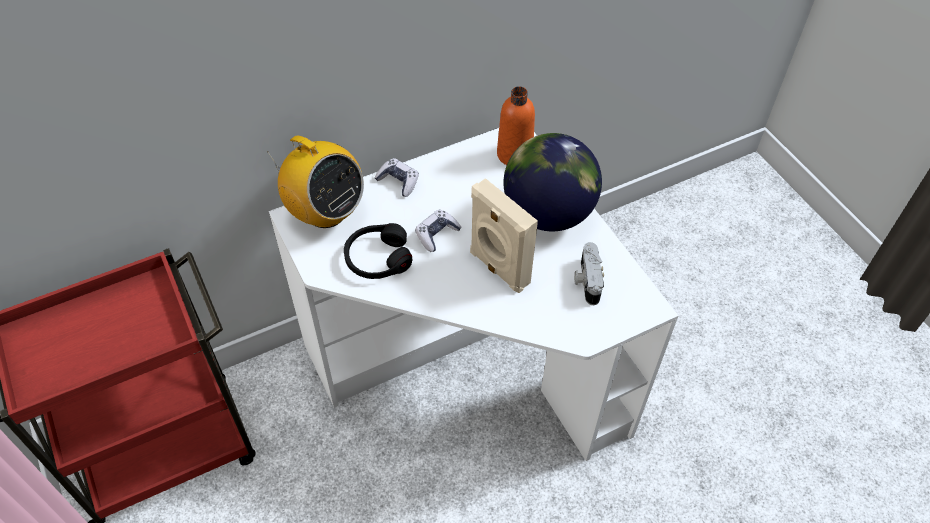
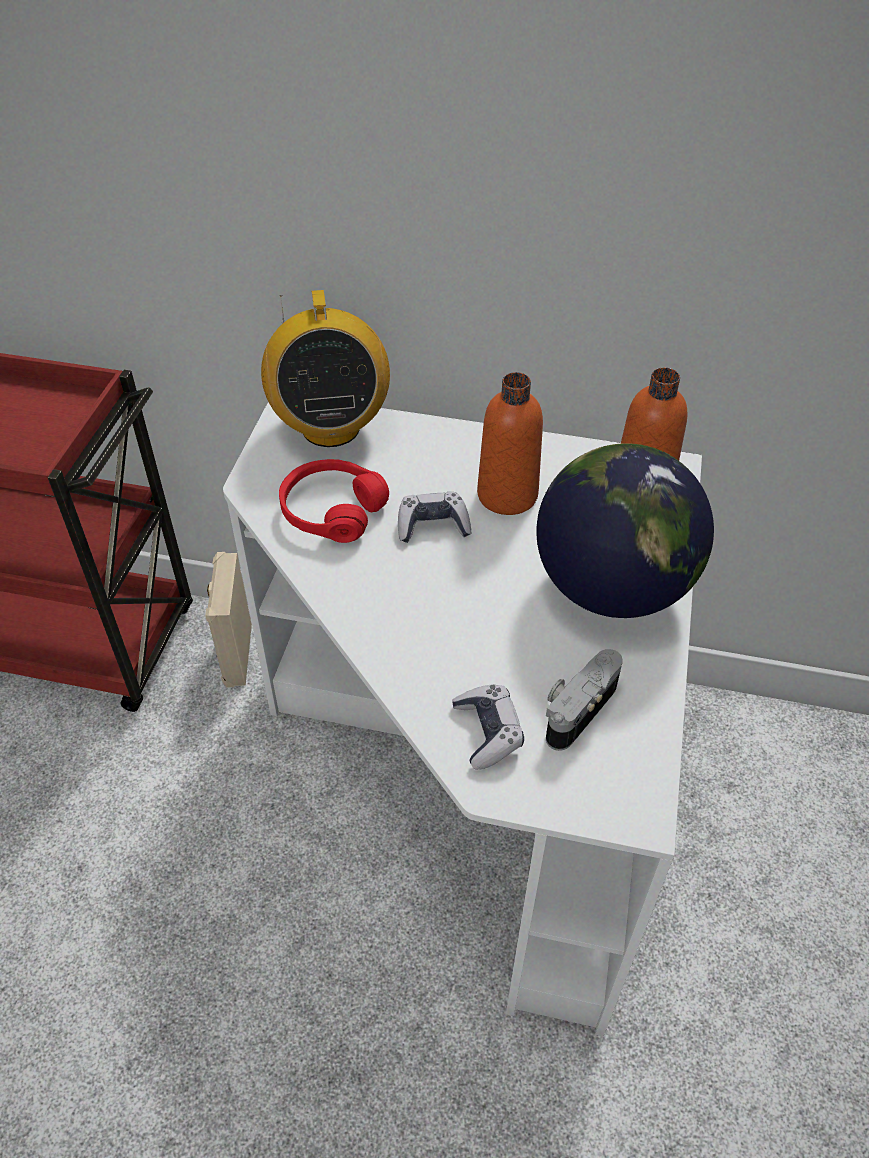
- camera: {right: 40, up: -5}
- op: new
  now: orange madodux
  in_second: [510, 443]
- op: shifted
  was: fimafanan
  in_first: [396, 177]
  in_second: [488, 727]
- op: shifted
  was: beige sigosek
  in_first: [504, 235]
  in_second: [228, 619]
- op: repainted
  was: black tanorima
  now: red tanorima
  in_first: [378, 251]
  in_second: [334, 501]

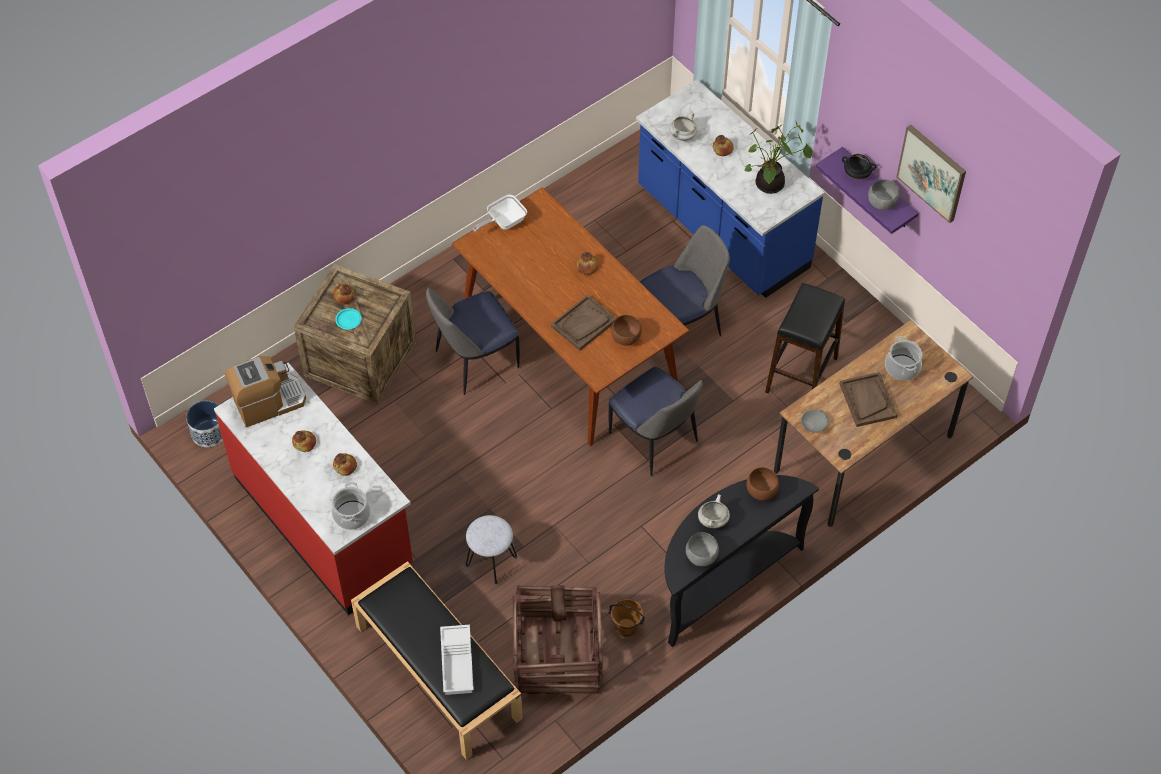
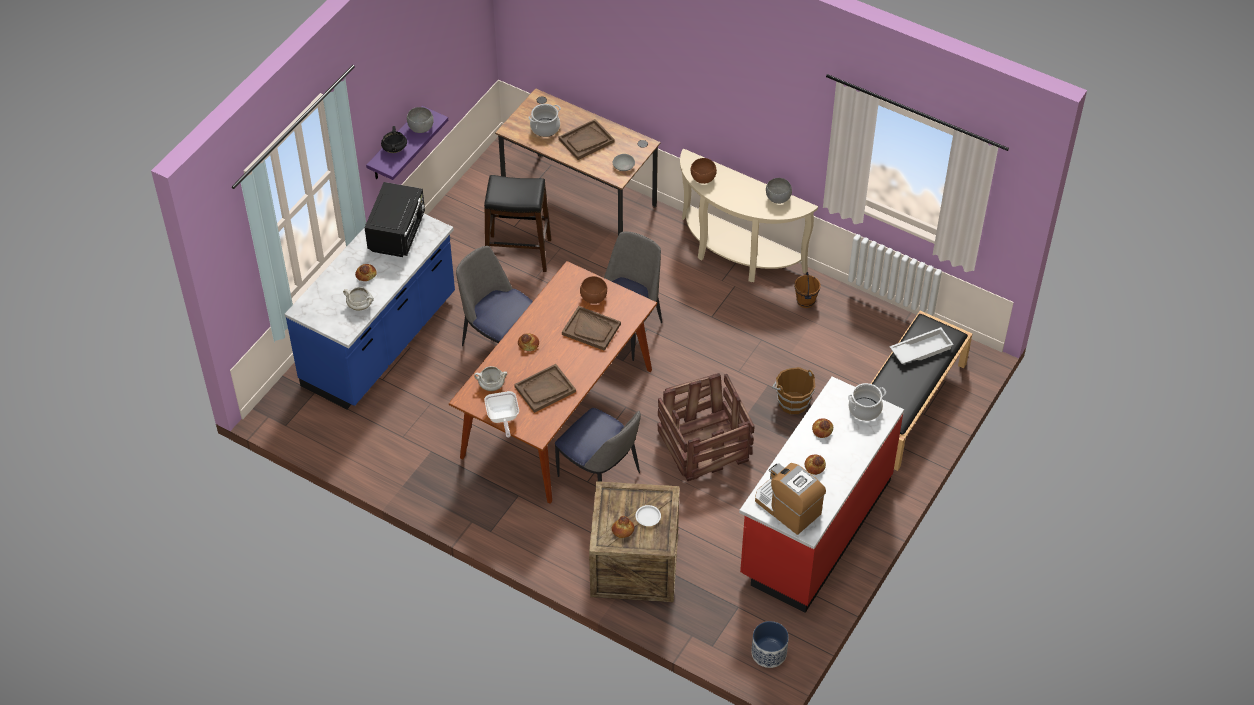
- camera: {right: -110, up: -5}
- op: gone
  was: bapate
  in_first: [931, 174]
- op: new
  now: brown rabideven
  in_second: [545, 388]
- op: shifted
  was: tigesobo
  in_first: [558, 639]
  in_second: [706, 427]
- op: shifted
  was: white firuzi
  in_first: [714, 511]
  in_second: [490, 378]
- op: swapped
  was: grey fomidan
  now: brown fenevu
  in_first: [491, 549]
  in_second: [793, 390]
- op: swapped
  was: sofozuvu
  now: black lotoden
  in_first: [779, 158]
  in_second: [394, 219]
- op: repainted
  was: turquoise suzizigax
  now: white suzizigax
  in_first: [348, 318]
  in_second: [648, 515]
- op: repainted
  was: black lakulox
  now: beige lakulox
  in_first: [741, 561]
  in_second: [749, 215]
- op: rotated
  was: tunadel
  in_first: [500, 213]
  in_second: [501, 414]
  clockwise: 45

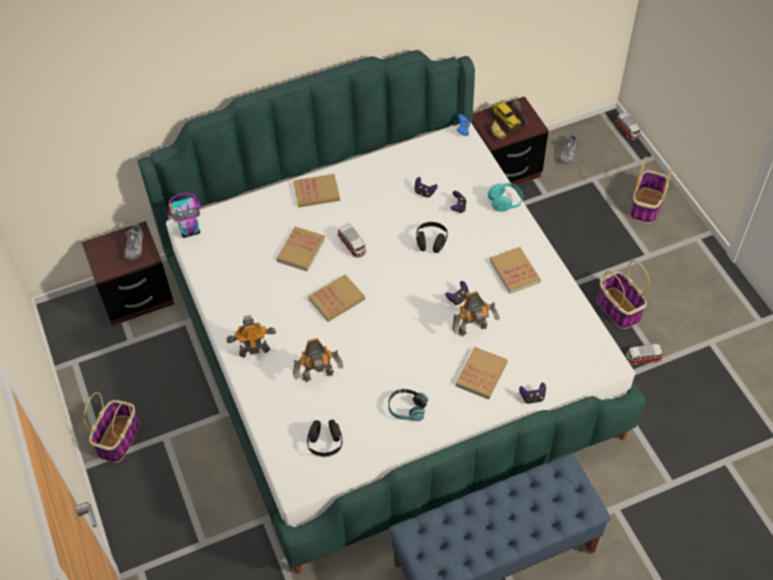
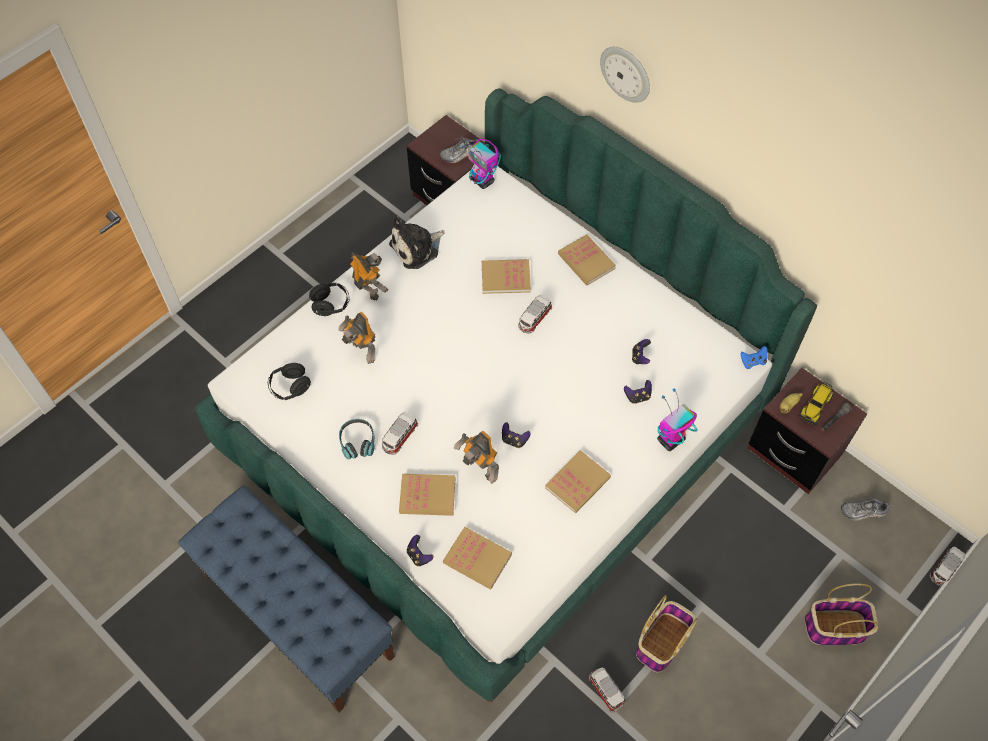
- camera: {right: 65, up: 5}
- op: gone
  was: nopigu
  in_first: [111, 427]
- op: new
  now: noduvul
  in_second: [400, 433]
- op: new
  now: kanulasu
  in_second: [417, 242]
- op: new
  now: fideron
  in_second: [625, 75]
- op: shifted
  was: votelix
  in_first: [336, 298]
  in_second: [477, 558]
- op: shifted
  was: black tanorima
  in_first: [432, 237]
  in_second: [329, 299]
- op: swapped
  was: turquoise tanorima
  now: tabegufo
  in_first: [505, 197]
  in_second: [677, 420]

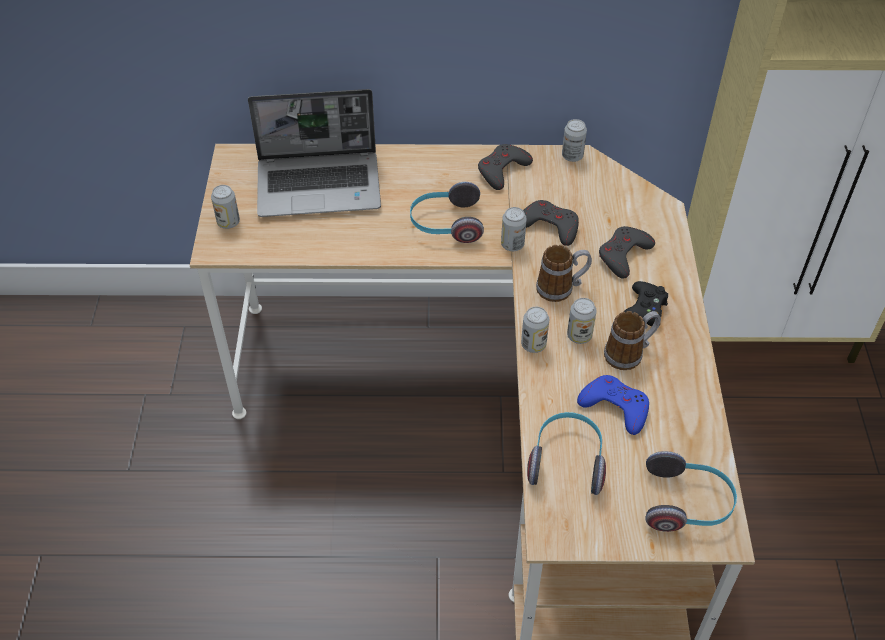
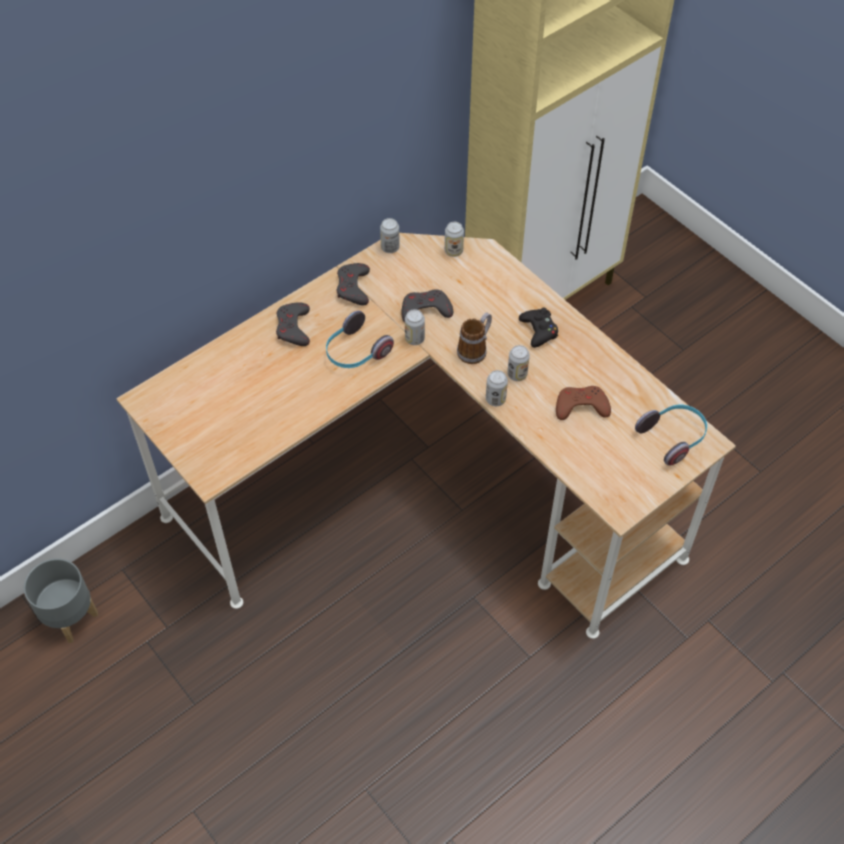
- camera: {right: -40, up: 5}
- op: gone
  was: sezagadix
  in_first: [314, 153]
- op: gone
  was: tanorima
  in_first: [566, 453]
- op: gone
  was: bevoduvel
  in_first: [632, 340]
- op: new
  now: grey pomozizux
  in_second: [61, 600]
- op: shifted
  was: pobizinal
  in_first: [225, 207]
  in_second: [454, 239]
- op: shifted
  was: grey fimafanan
  in_first: [627, 252]
  in_second: [293, 324]
- op: repainted
  was: blue fimafanan
  now: brown fimafanan
  in_first: [613, 405]
  in_second: [583, 403]

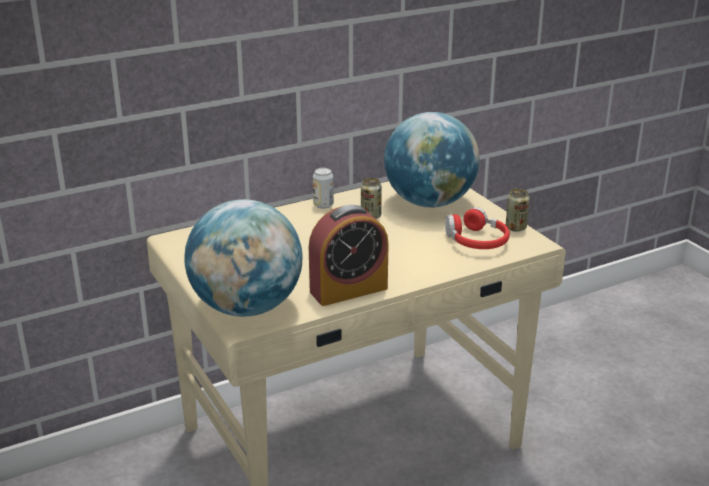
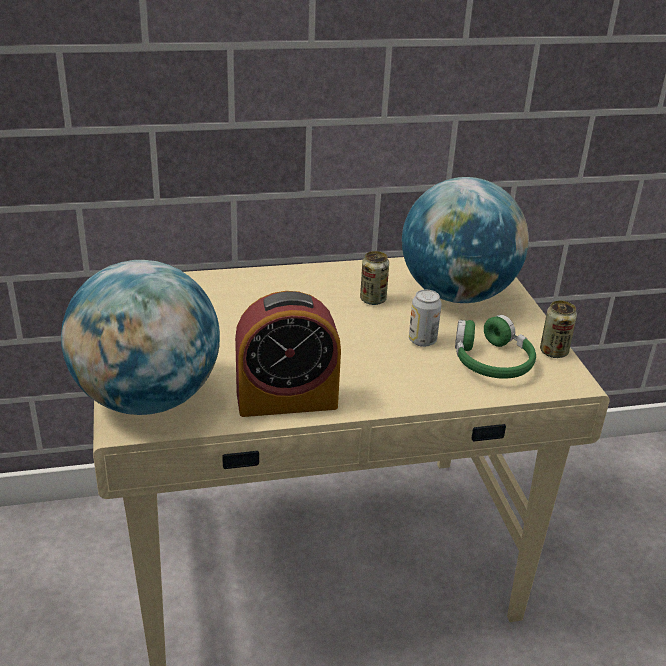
- camera: {right: 15, up: 5}
- op: shifted
  was: pobizinal
  in_first: [323, 188]
  in_second: [425, 318]
- op: repainted
  was: red tanorima
  now: green tanorima
  in_first: [477, 228]
  in_second: [495, 347]

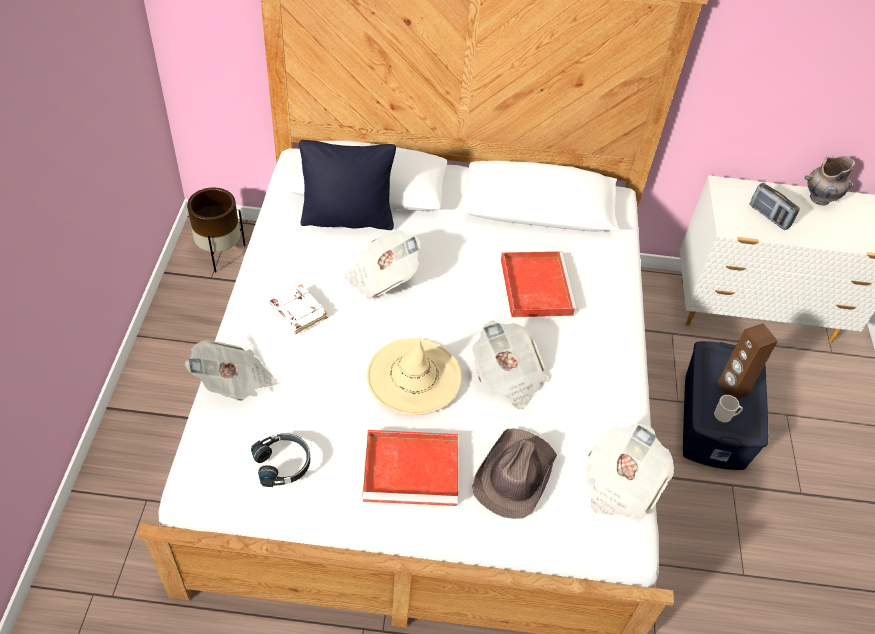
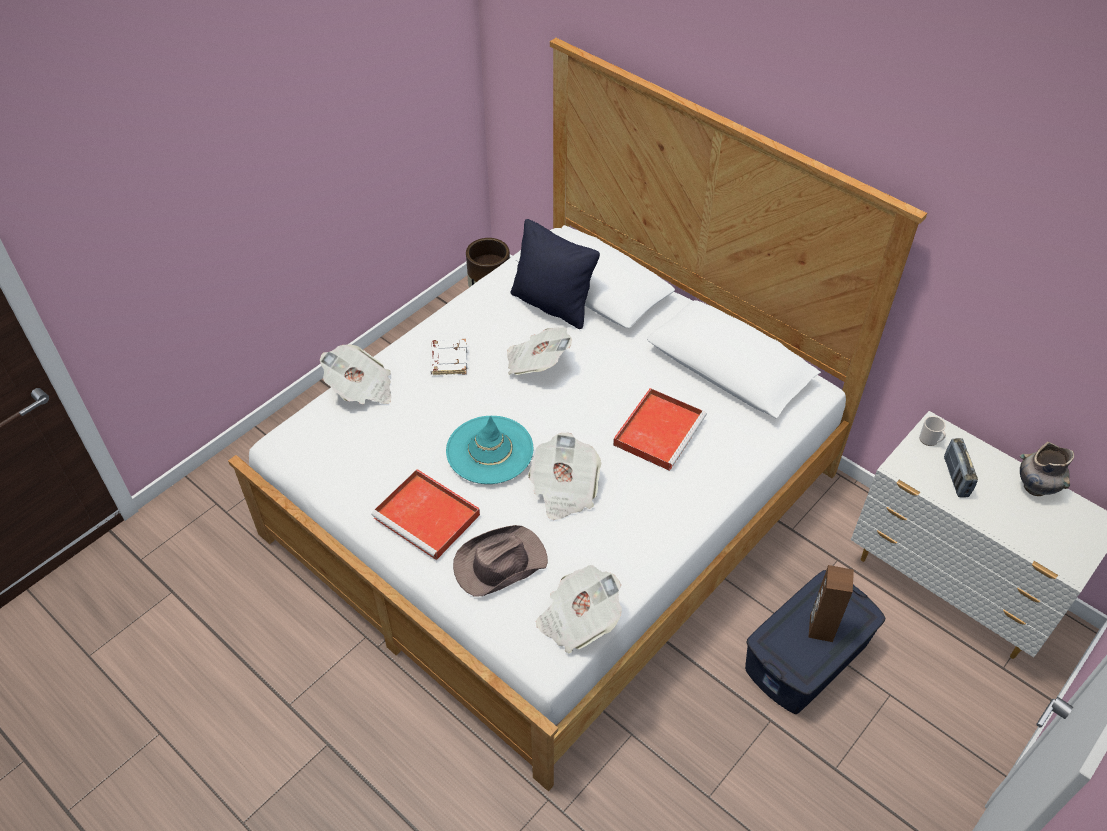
- camera: {right: 40, up: 0}
- op: gone
  was: black tanorima
  in_first: [280, 460]
- op: shifted
  was: bevoduvel
  in_first: [728, 409]
  in_second: [932, 431]
- op: repainted
  was: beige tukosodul
  now: turquoise tukosodul
  in_first: [414, 376]
  in_second: [490, 450]

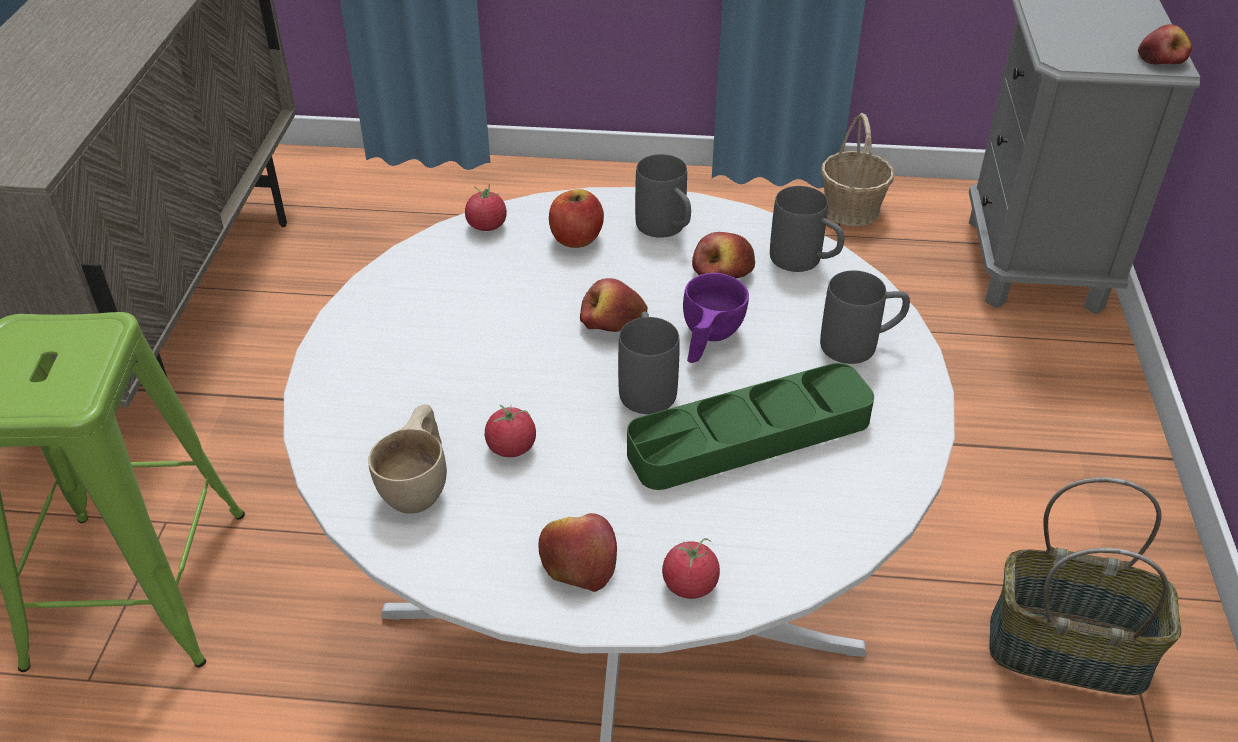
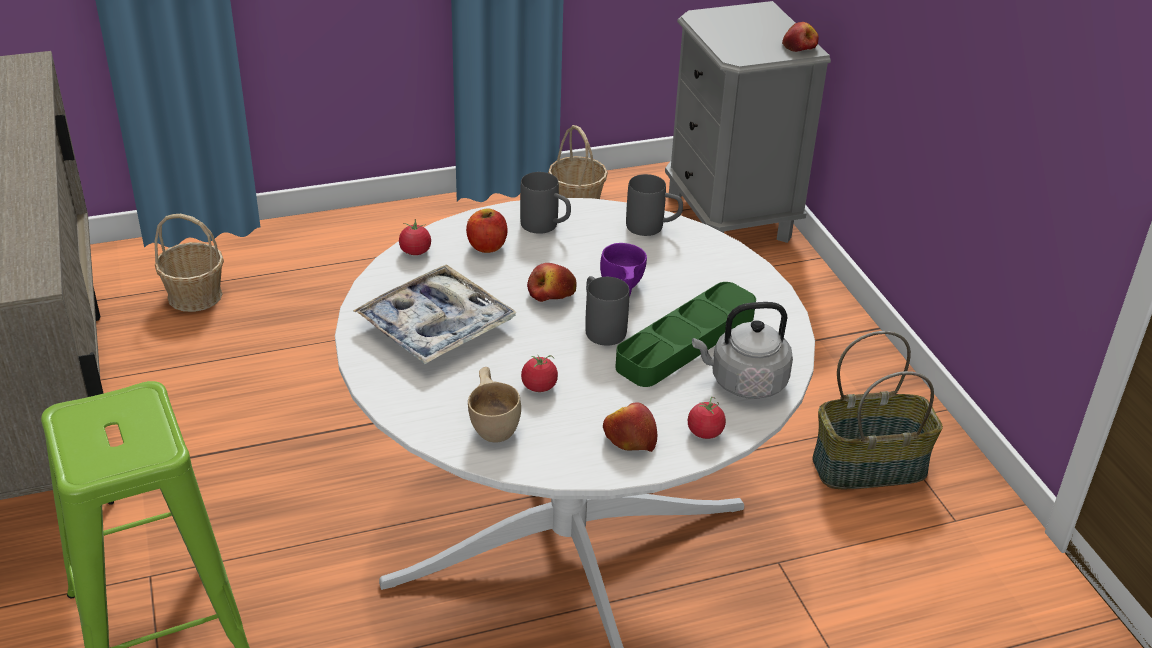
- camera: {right: -25, up: -5}
- op: gone
  was: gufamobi
  in_first: [723, 255]
- op: gone
  was: grey bevoduvel
  in_first: [865, 317]
- op: new
  now: nopigu
  in_second: [189, 263]
- op: new
  now: rabideven
  in_second: [435, 314]
- op: new
  now: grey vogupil
  in_second: [742, 350]

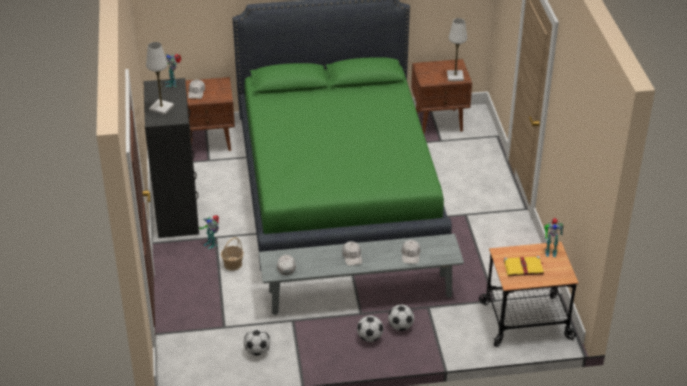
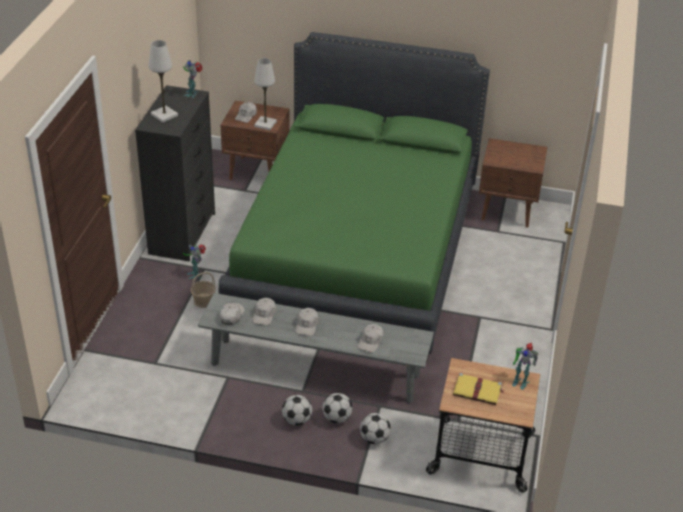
- camera: {right: 20, up: 0}
- op: new
  now: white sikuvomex
  in_second: [264, 311]
- op: shifted
  was: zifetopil
  in_first: [257, 342]
  in_second: [375, 428]
- op: shifted
  was: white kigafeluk
  in_first: [457, 49]
  in_second: [265, 94]

